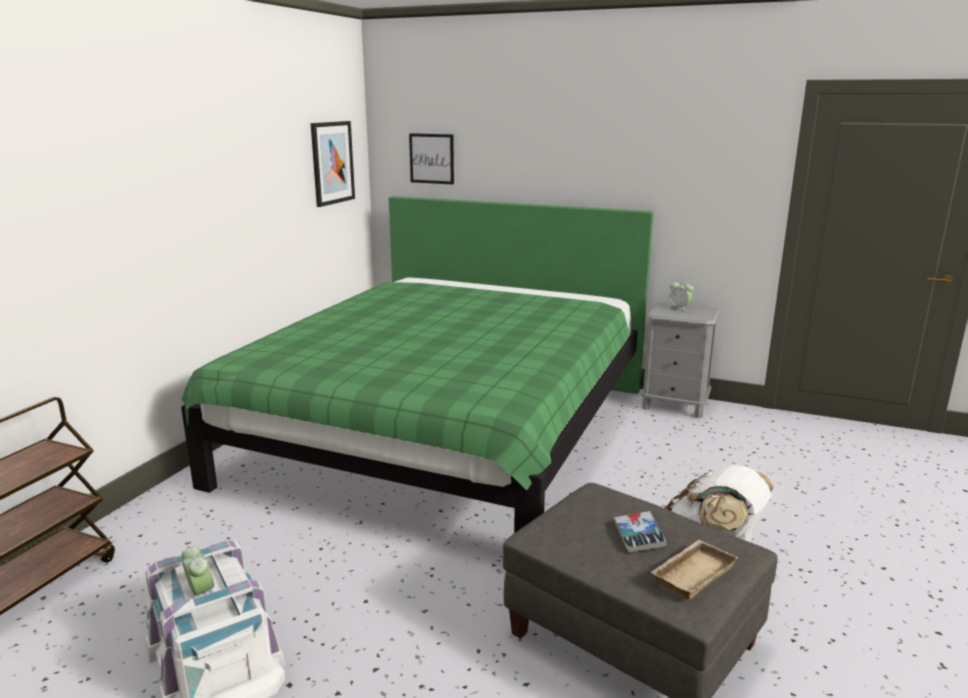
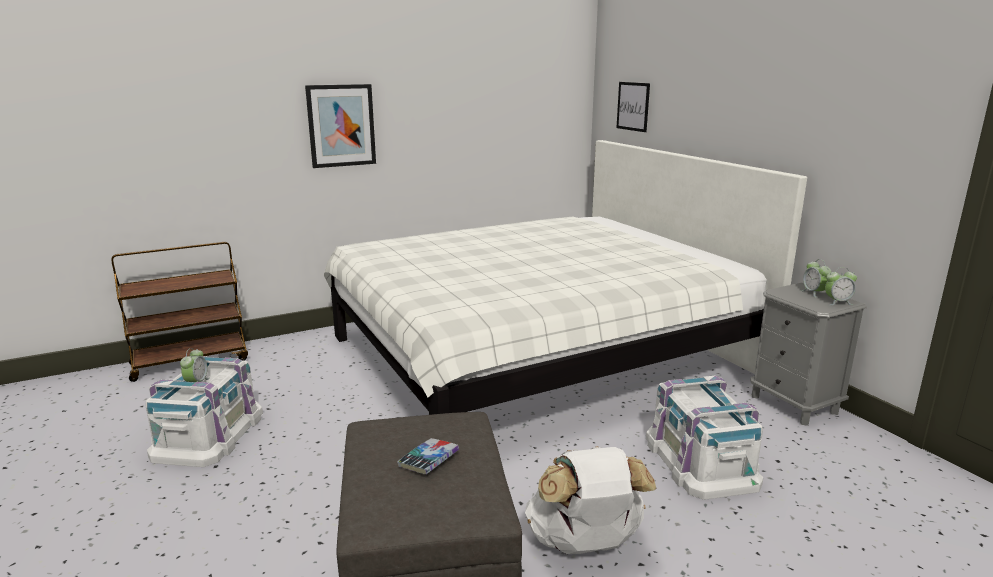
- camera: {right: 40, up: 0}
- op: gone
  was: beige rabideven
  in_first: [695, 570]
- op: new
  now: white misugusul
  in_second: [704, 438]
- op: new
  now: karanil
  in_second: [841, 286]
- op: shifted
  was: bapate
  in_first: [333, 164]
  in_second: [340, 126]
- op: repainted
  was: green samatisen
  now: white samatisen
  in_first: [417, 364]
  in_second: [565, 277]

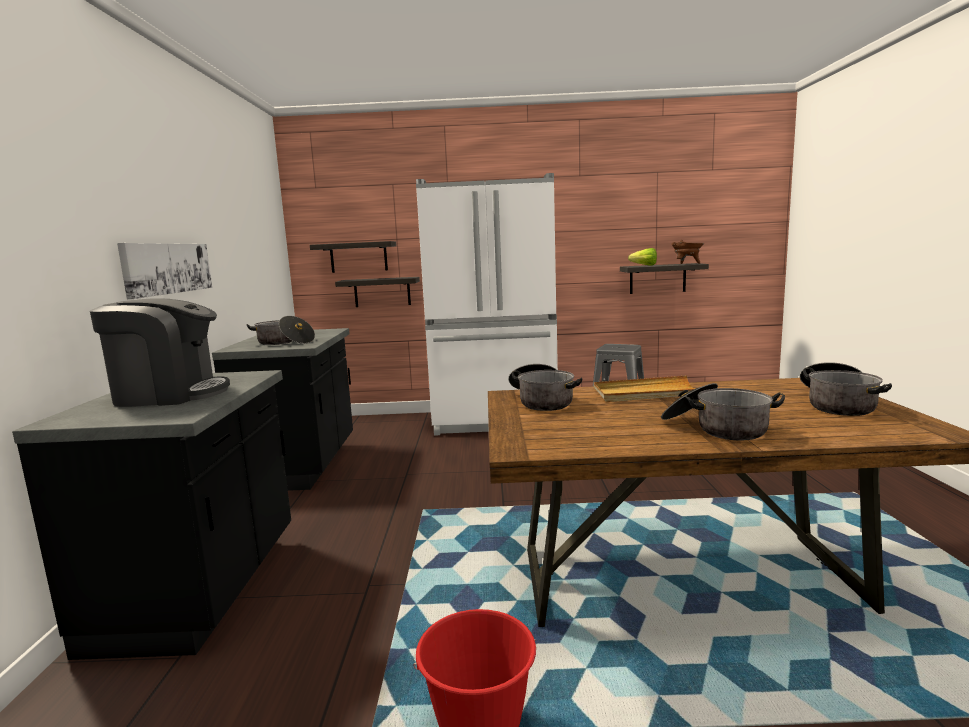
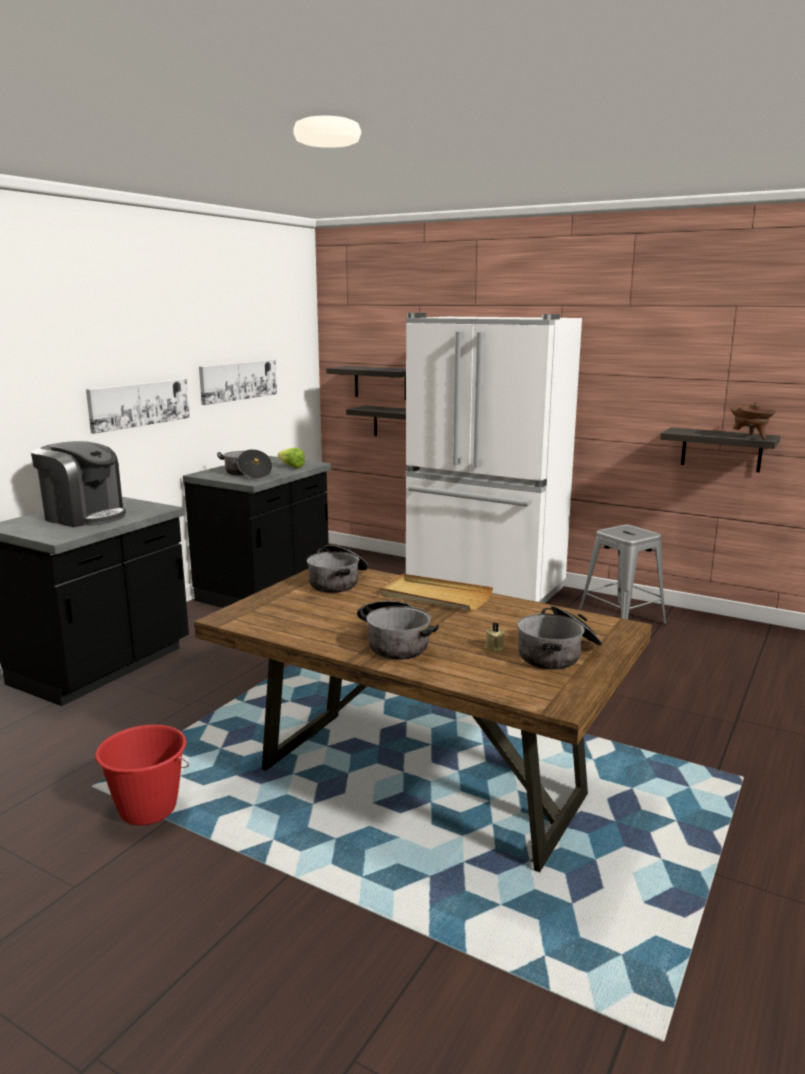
- camera: {right: 30, up: 5}
- op: new
  now: bapate
  in_second: [238, 382]
- op: new
  now: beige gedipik
  in_second: [495, 637]
- op: shifted
  was: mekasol
  in_first: [642, 257]
  in_second: [291, 458]

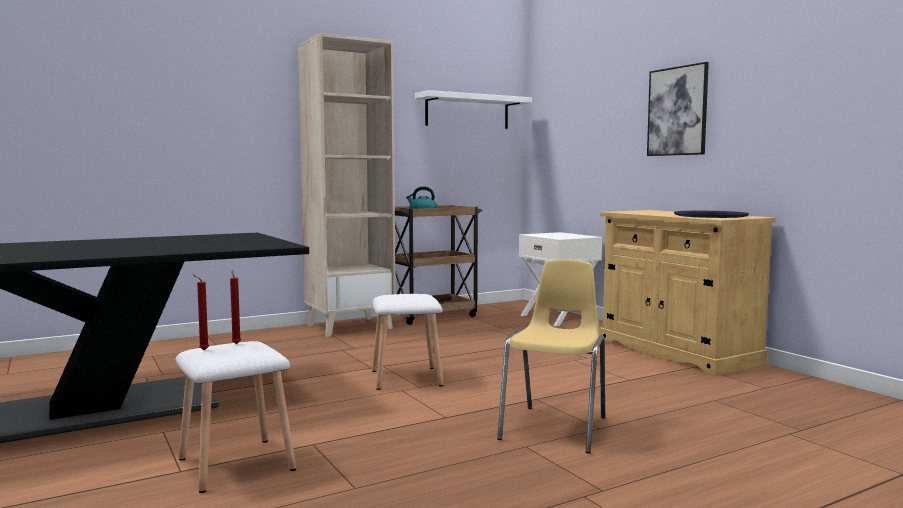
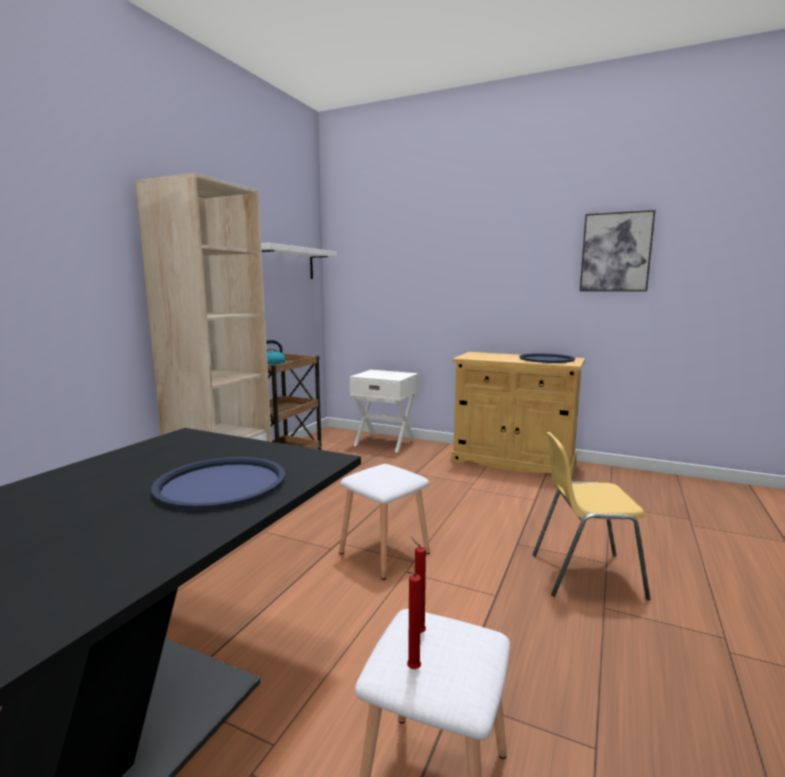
- camera: {right: -35, up: 5}
- op: new
  now: blue rabideven
  in_second: [218, 483]
- op: shifted
  was: bapate
  in_first: [678, 109]
  in_second: [617, 250]
- op: rotated
  was: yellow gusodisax
  in_first: [551, 356]
  in_second: [591, 516]
  clockwise: -75

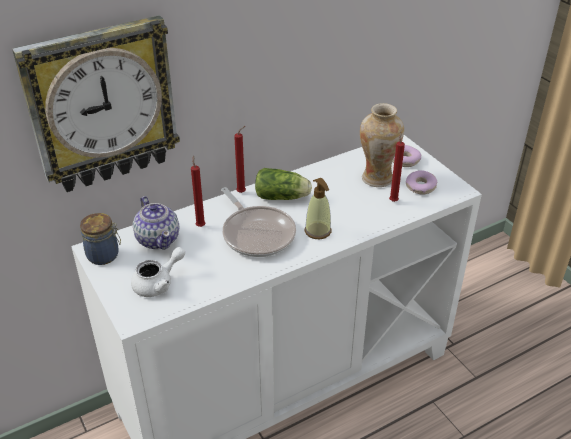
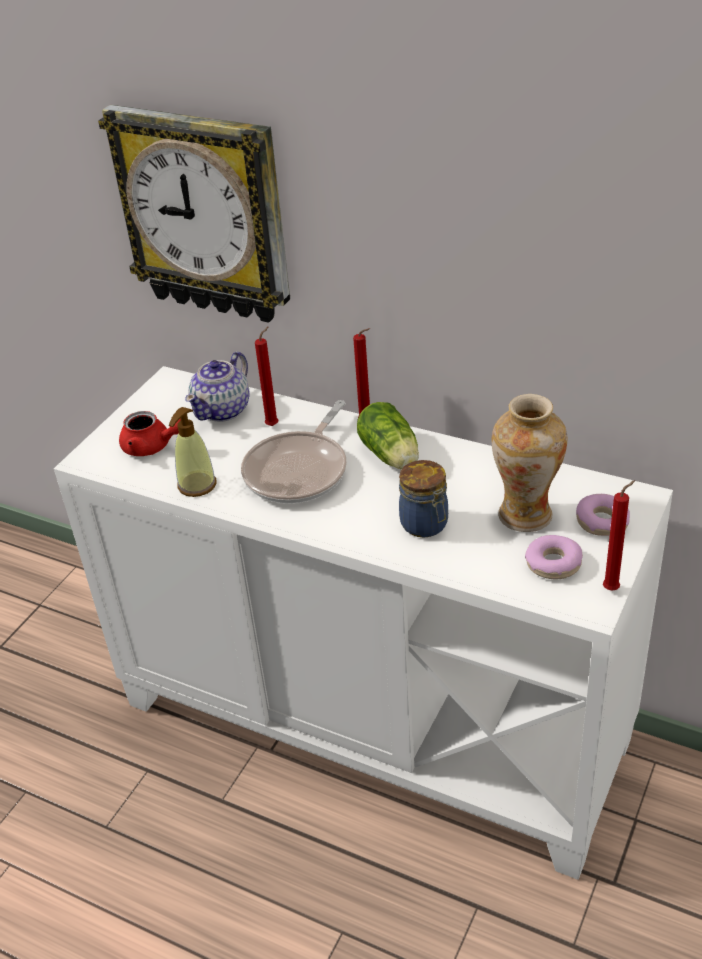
- camera: {right: 60, up: 0}
- op: shifted
  was: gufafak
  in_first: [100, 239]
  in_second: [423, 498]
- op: shifted
  was: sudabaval
  in_first: [318, 208]
  in_second: [192, 452]
- op: shifted
  was: red gedipik
  in_first: [397, 167]
  in_second: [619, 535]
- op: repainted
  was: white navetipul
  now: red navetipul
  in_first: [158, 272]
  in_second: [150, 433]

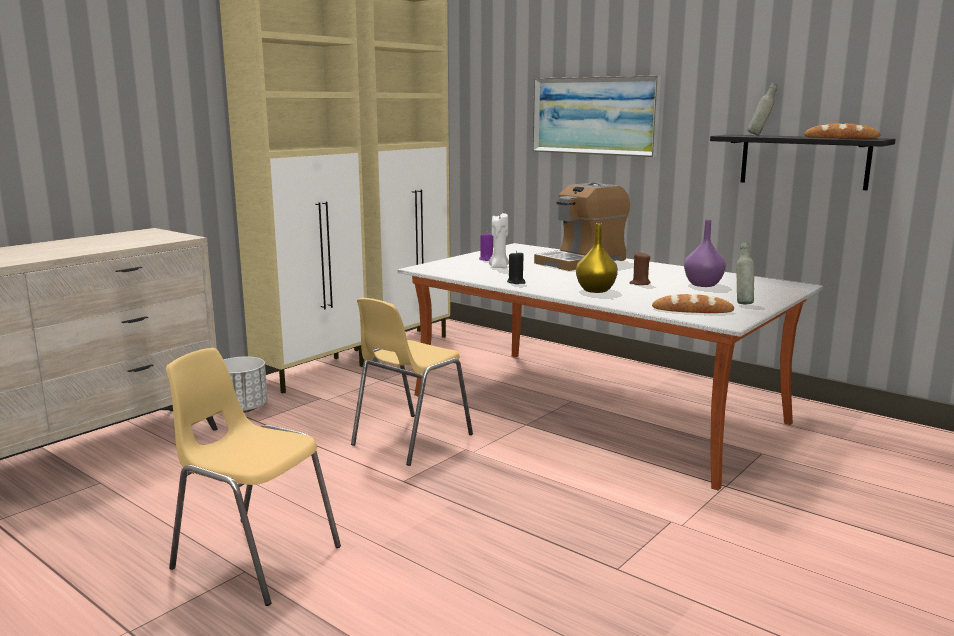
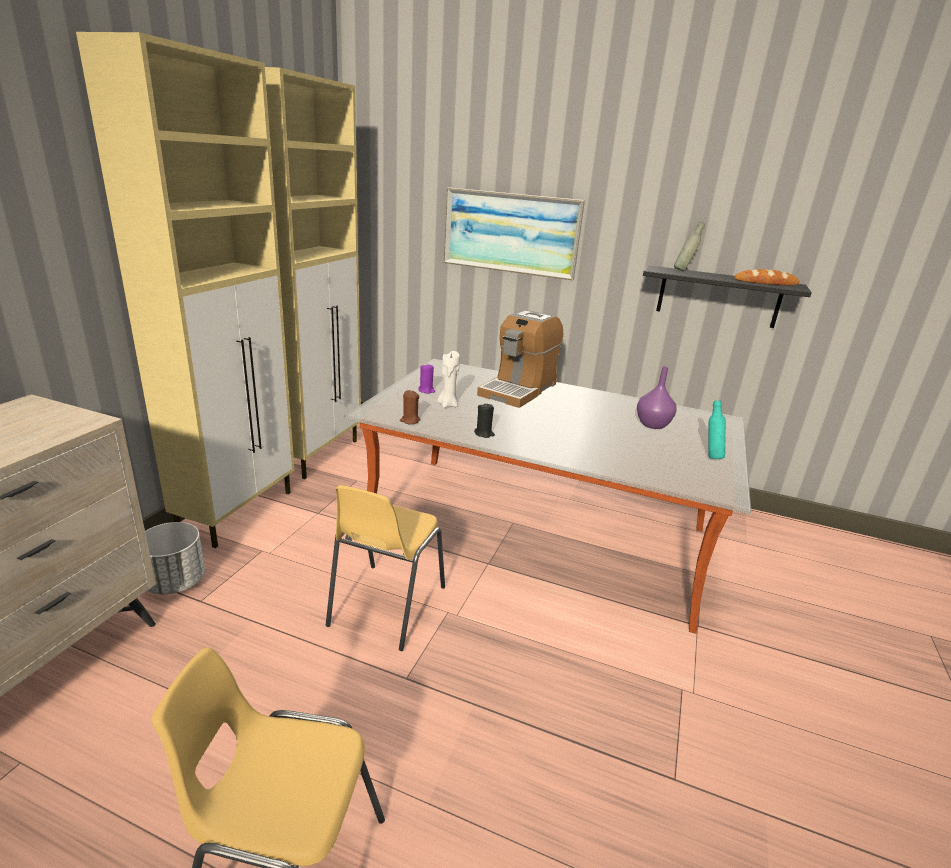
- camera: {right: -20, up: 10}
- op: gone
  was: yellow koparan
  in_first: [597, 258]
- op: gone
  was: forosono
  in_first: [693, 303]
- op: shifted
  was: brown gedipik
  in_first: [640, 268]
  in_second: [410, 407]
- op: repainted
  was: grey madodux
  now: turquoise madodux
  in_first: [745, 273]
  in_second: [717, 430]

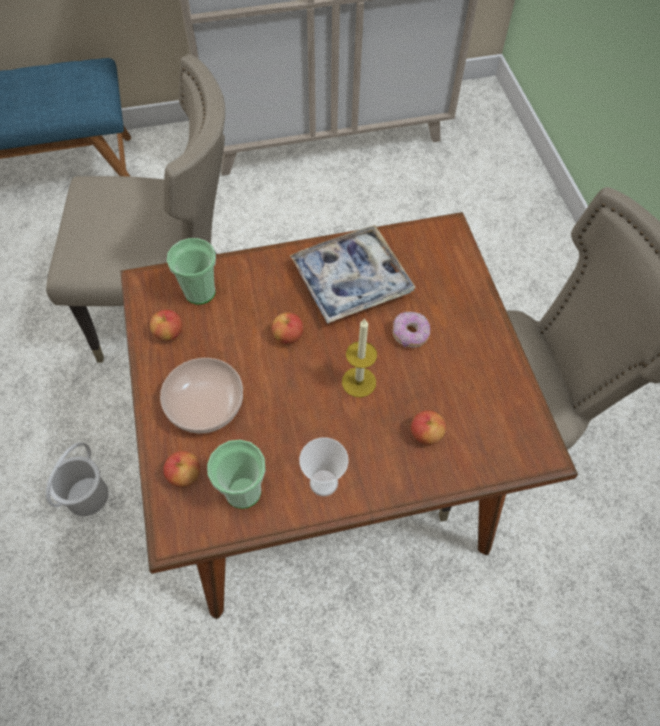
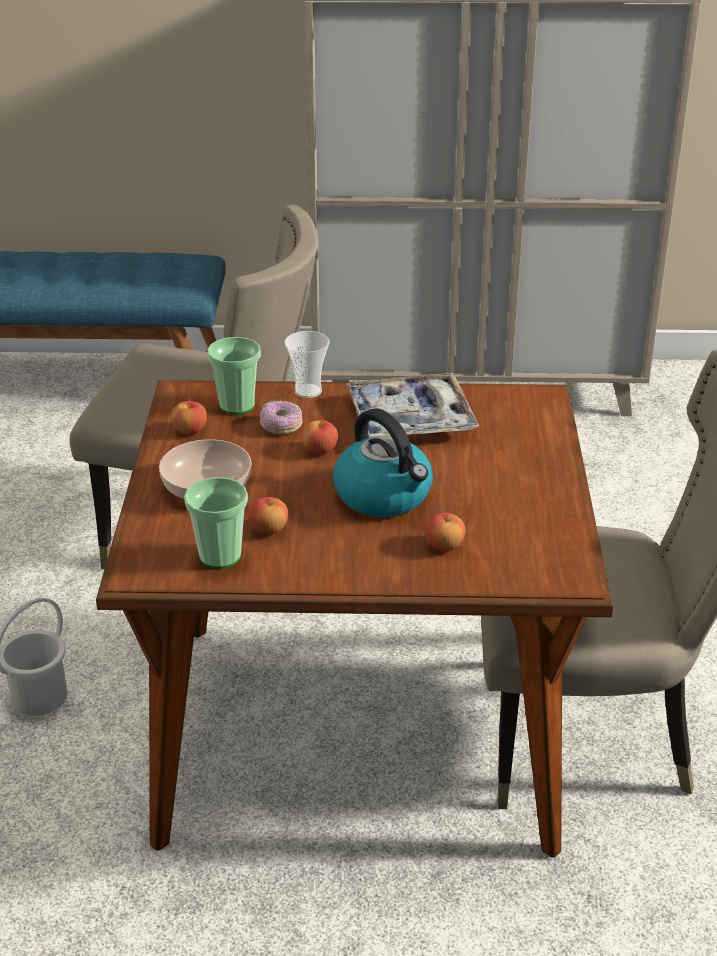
- camera: {right: 15, up: -25}
- op: shifted
  was: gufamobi
  in_first: [181, 469]
  in_second: [268, 516]
- op: shifted
  was: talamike
  in_first: [324, 466]
  in_second: [307, 364]
- op: shifted
  was: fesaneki
  in_first: [411, 330]
  in_second: [281, 417]
- op: swapped
  was: gedipik
  now: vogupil
  in_first: [359, 358]
  in_second: [383, 462]

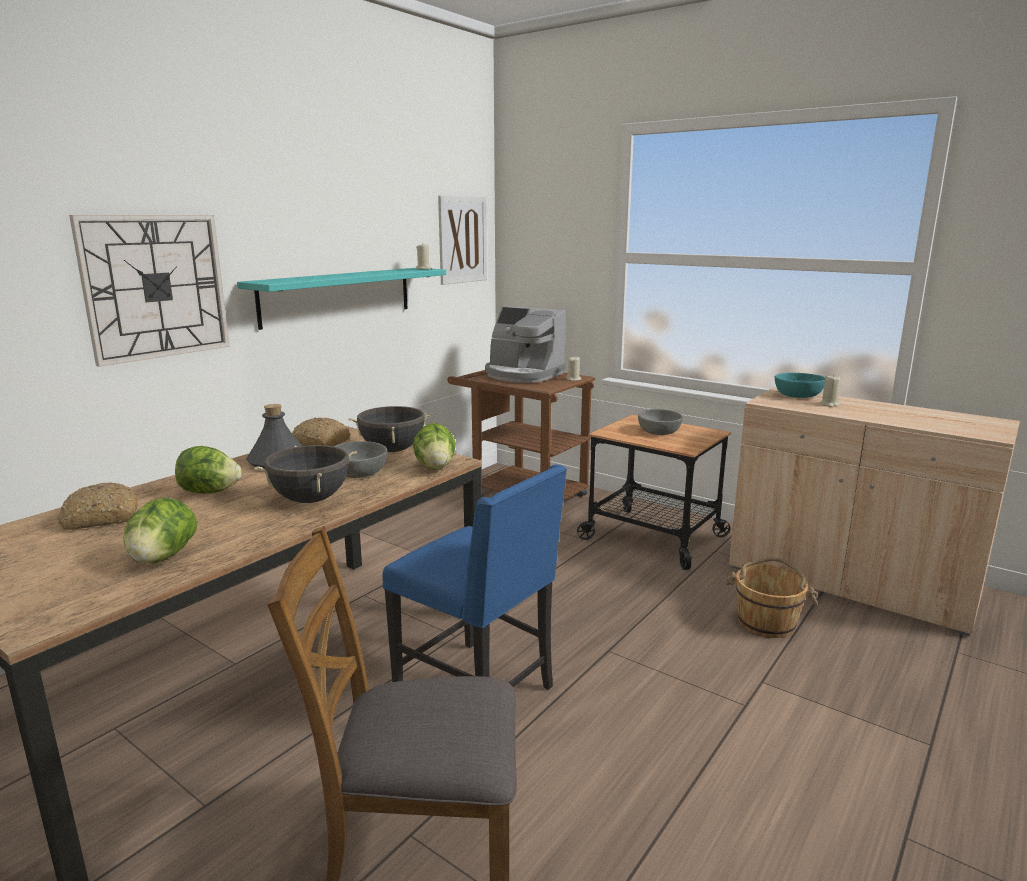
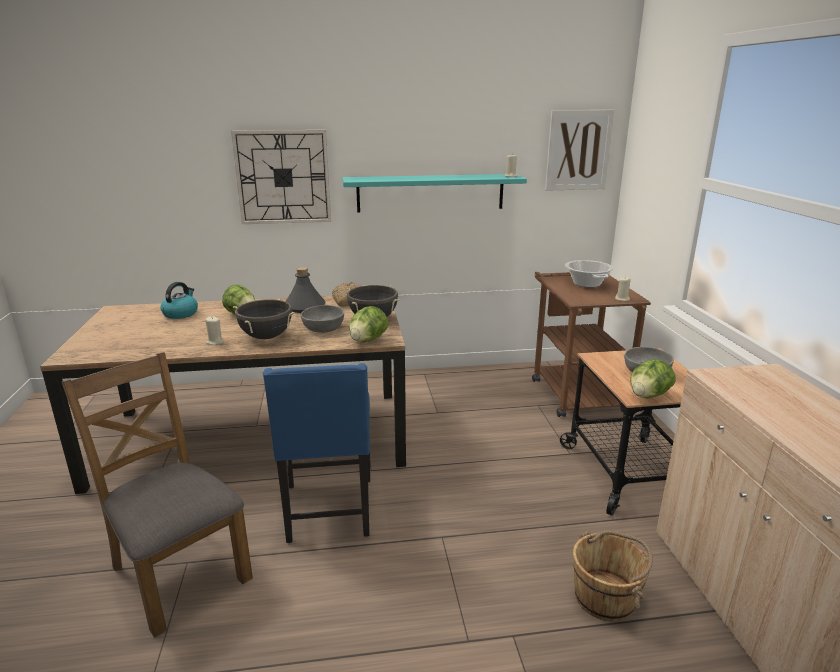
- camera: {right: 45, up: 5}
- op: gone
  was: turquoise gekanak
  in_first: [800, 385]
- op: shifted
  was: mekasol
  in_first: [160, 531]
  in_second: [653, 379]
- op: shifted
  was: beige gedipik
  in_first: [830, 391]
  in_second: [215, 330]
- op: swapped
  was: forosono
  now: vogupil
  in_first: [97, 506]
  in_second: [179, 300]
- op: swapped
  was: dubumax
  now: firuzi
  in_first: [525, 344]
  in_second: [589, 273]

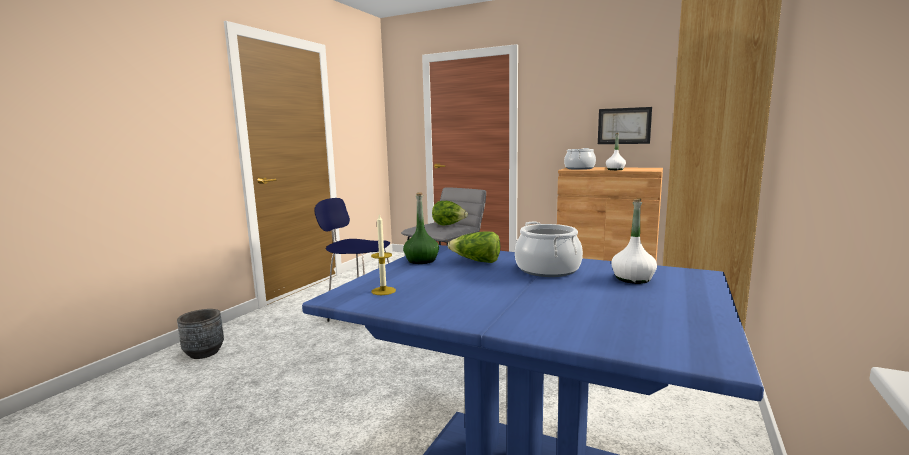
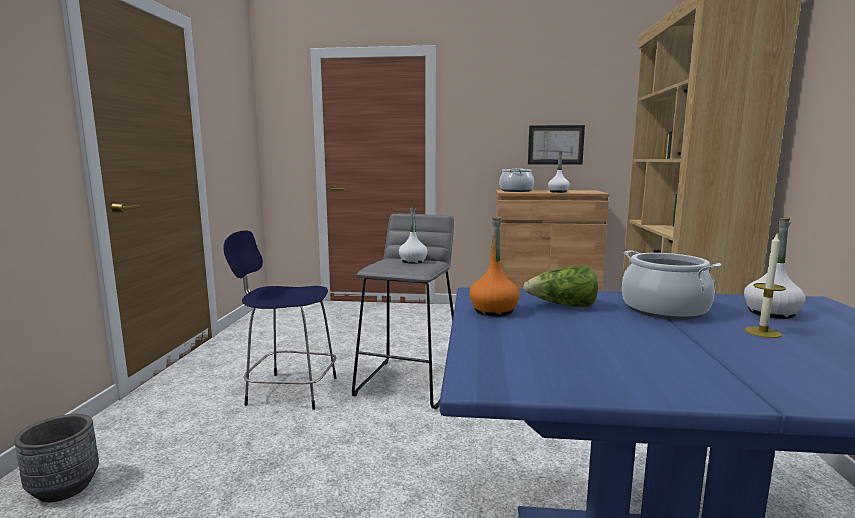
- camera: {right: -20, up: 0}
- op: shifted
  was: gedipik
  in_first: [383, 254]
  in_second: [765, 286]
- op: swapped
  was: mekasol
  now: white madodux
  in_first: [450, 213]
  in_second: [413, 235]
- op: repainted
  was: green madodux
  now: orange madodux
  in_first: [421, 228]
  in_second: [494, 266]

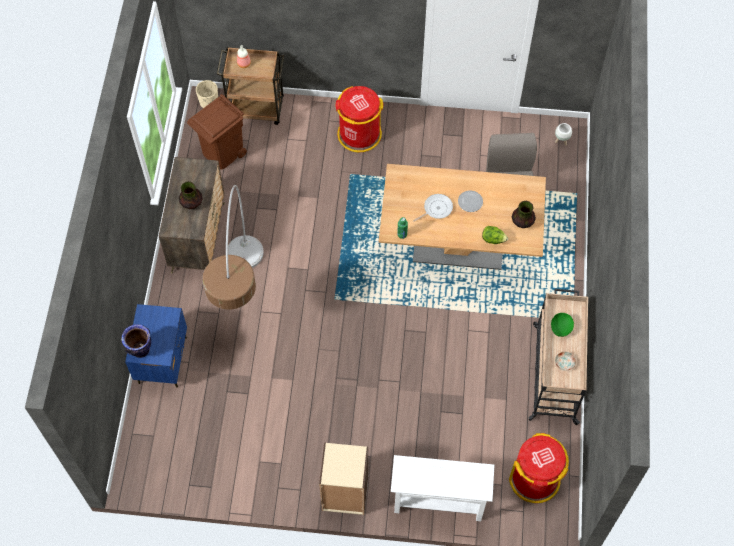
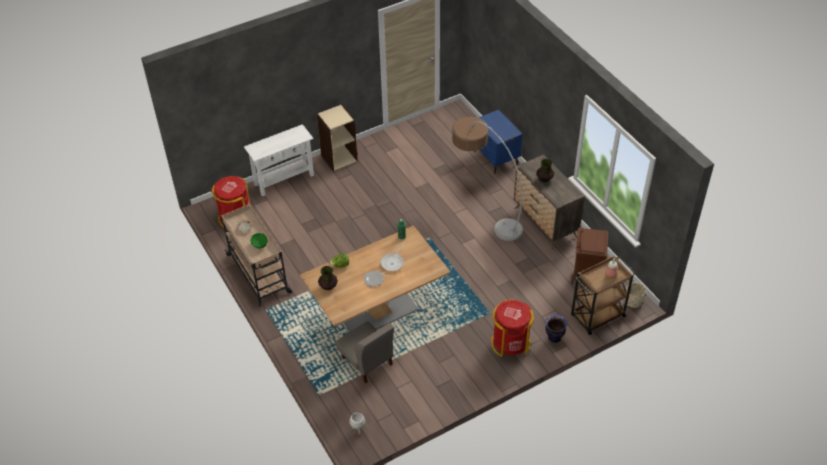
- camera: {right: 145, up: -15}
- op: shifted
  was: koparan
  in_first: [136, 341]
  in_second: [556, 329]

